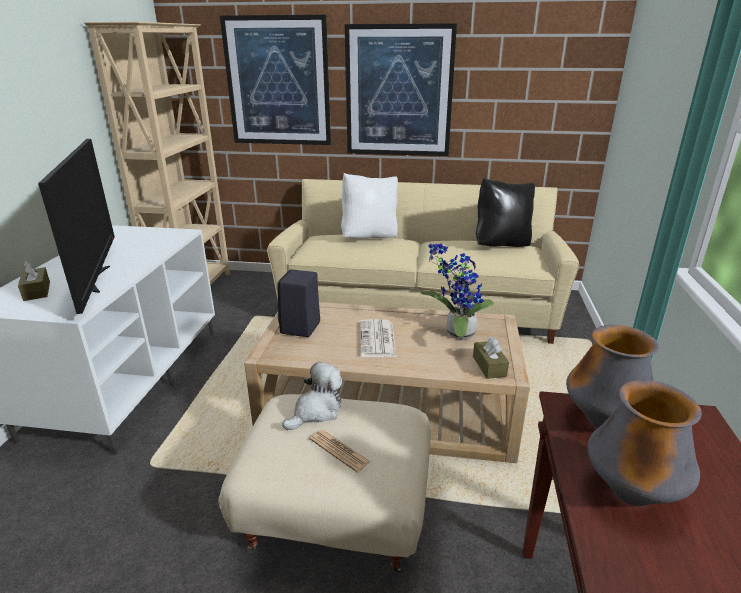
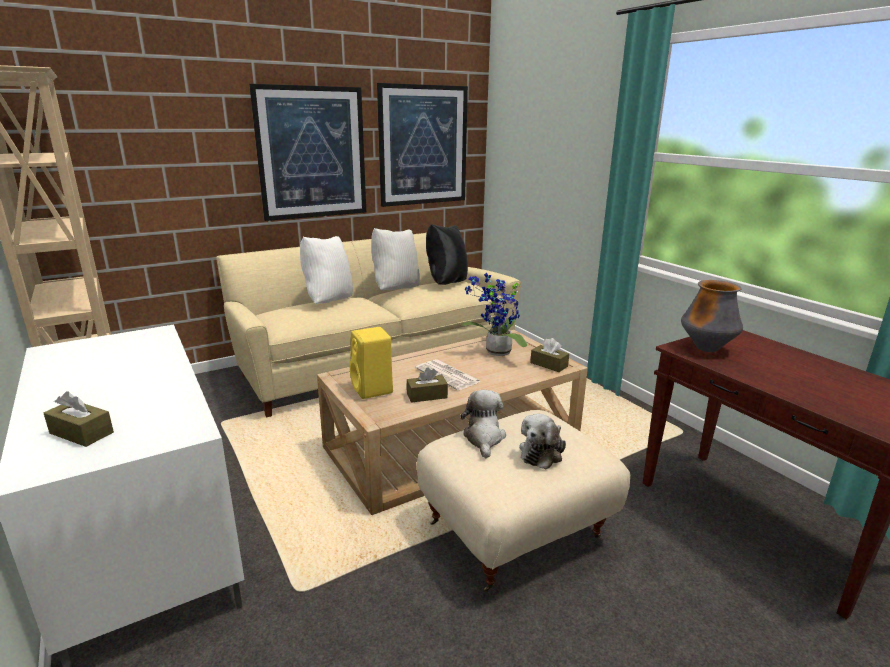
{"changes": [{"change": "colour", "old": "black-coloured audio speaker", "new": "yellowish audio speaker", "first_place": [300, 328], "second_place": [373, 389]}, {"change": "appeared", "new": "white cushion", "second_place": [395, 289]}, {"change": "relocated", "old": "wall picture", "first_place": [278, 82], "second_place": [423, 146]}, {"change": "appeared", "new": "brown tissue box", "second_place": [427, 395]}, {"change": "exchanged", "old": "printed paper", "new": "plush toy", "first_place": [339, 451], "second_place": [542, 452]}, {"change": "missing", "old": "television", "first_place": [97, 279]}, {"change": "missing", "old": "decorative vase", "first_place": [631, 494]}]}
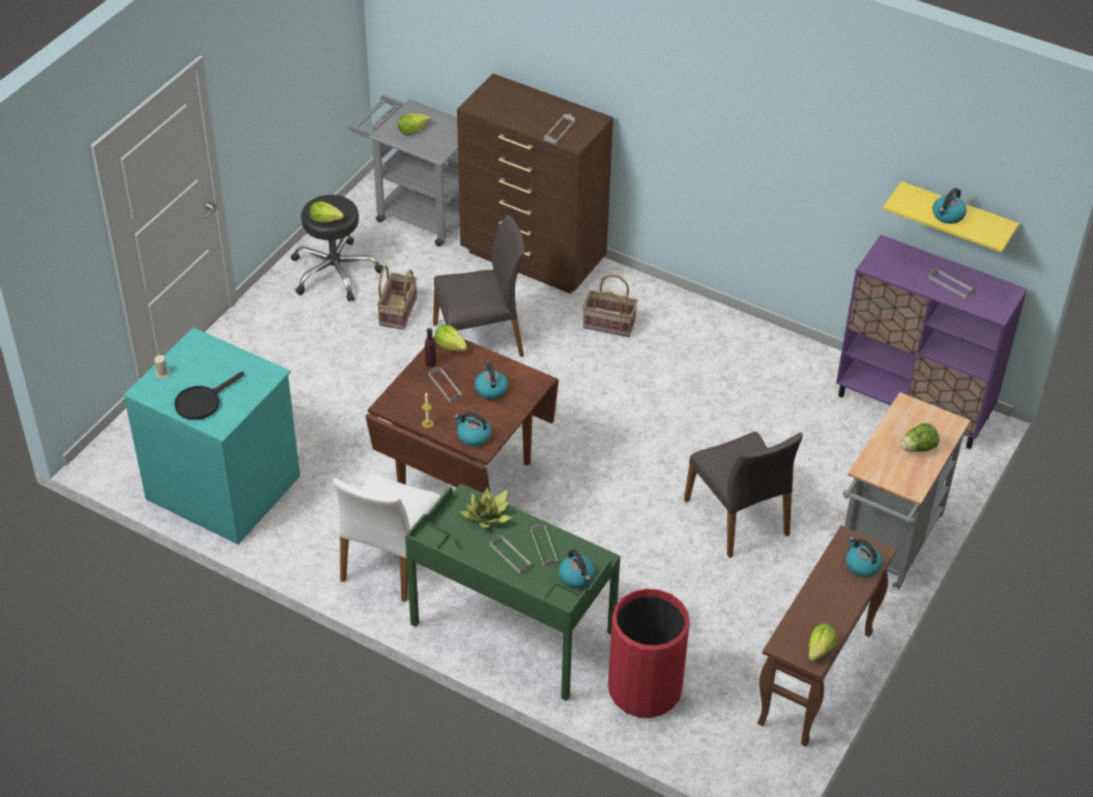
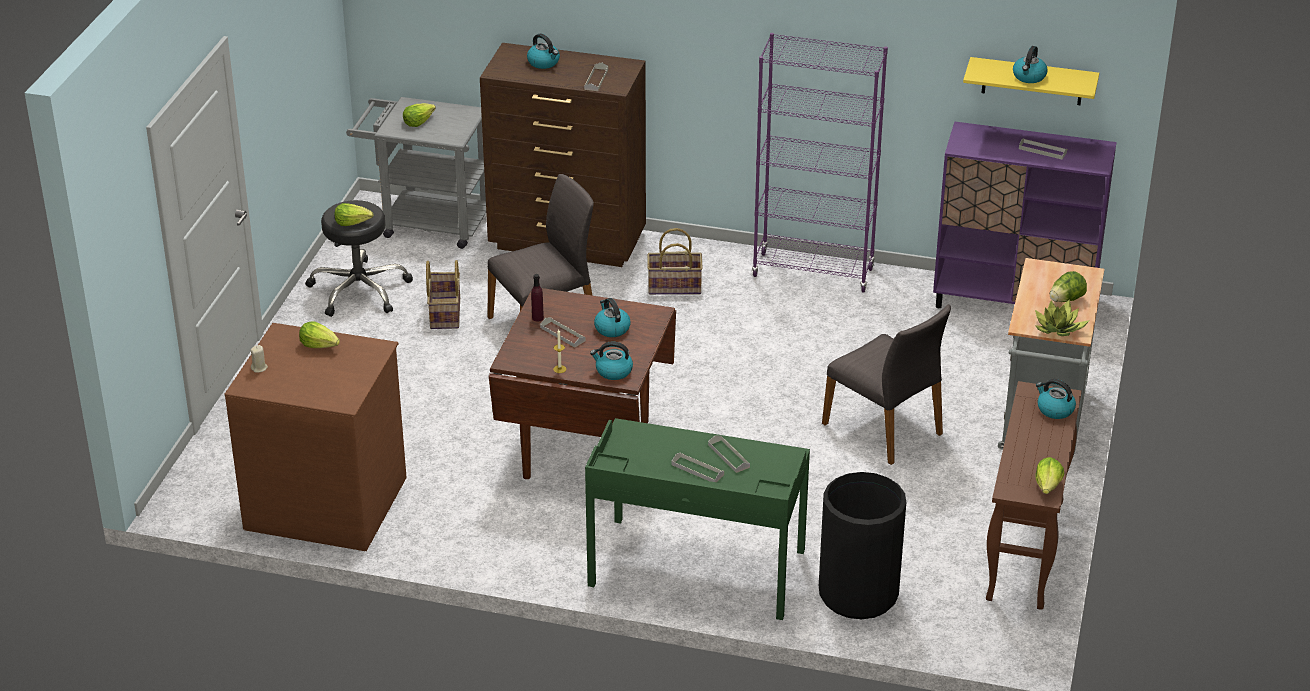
{"changes": [{"change": "colour", "old": "turquoise chest of drawers", "new": "brown chest of drawers", "first_place": [224, 486], "second_place": [327, 501]}, {"change": "relocated", "old": "lettuce", "first_place": [451, 345], "second_place": [319, 345]}, {"change": "relocated", "old": "tea kettle", "first_place": [577, 577], "second_place": [544, 62]}, {"change": "appeared", "new": "purple shelving unit", "second_place": [813, 272]}, {"change": "colour", "old": "reddish trash can", "new": "black-coloured trash can", "first_place": [644, 689], "second_place": [858, 594]}, {"change": "relocated", "old": "plant in a pot", "first_place": [487, 516], "second_place": [1058, 328]}, {"change": "missing", "old": "black-coloured pan", "first_place": [202, 401]}, {"change": "missing", "old": "white chair", "first_place": [390, 560]}]}
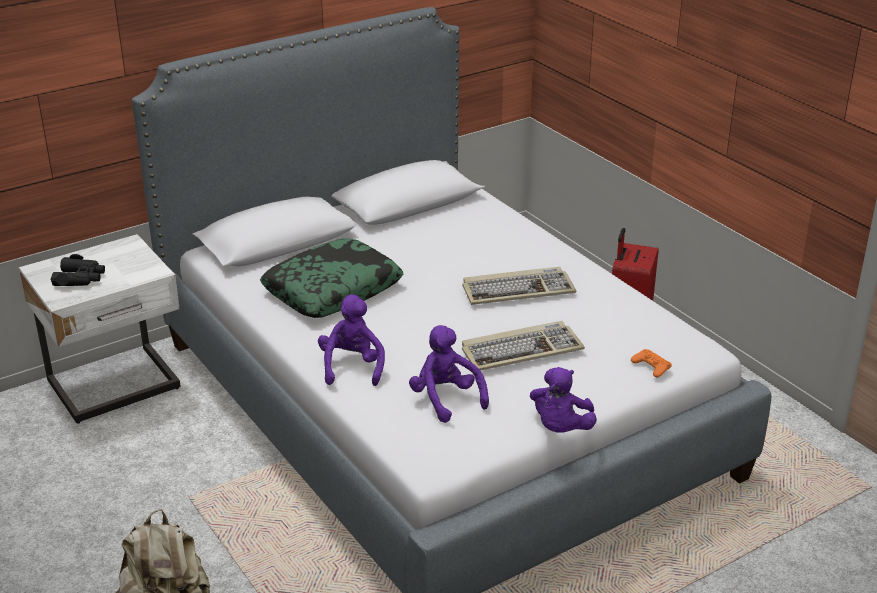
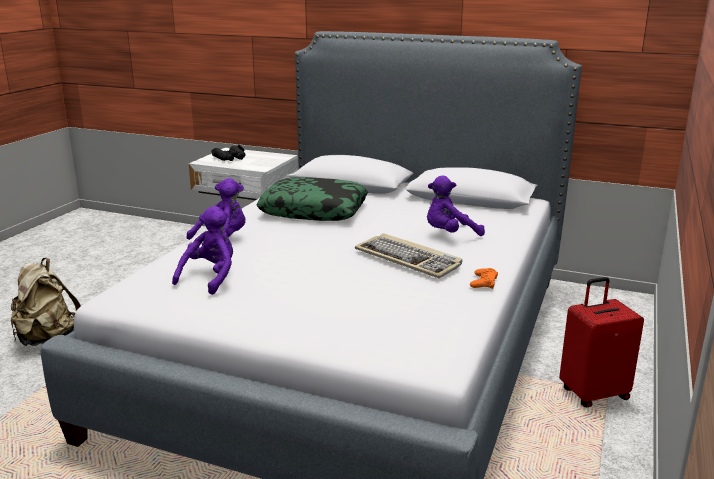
{"changes": [{"change": "relocated", "old": "purple plush toy", "first_place": [560, 428], "second_place": [449, 234]}, {"change": "relocated", "old": "orange joypad", "first_place": [651, 366], "second_place": [483, 282]}, {"change": "missing", "old": "keyboard", "first_place": [521, 350]}]}
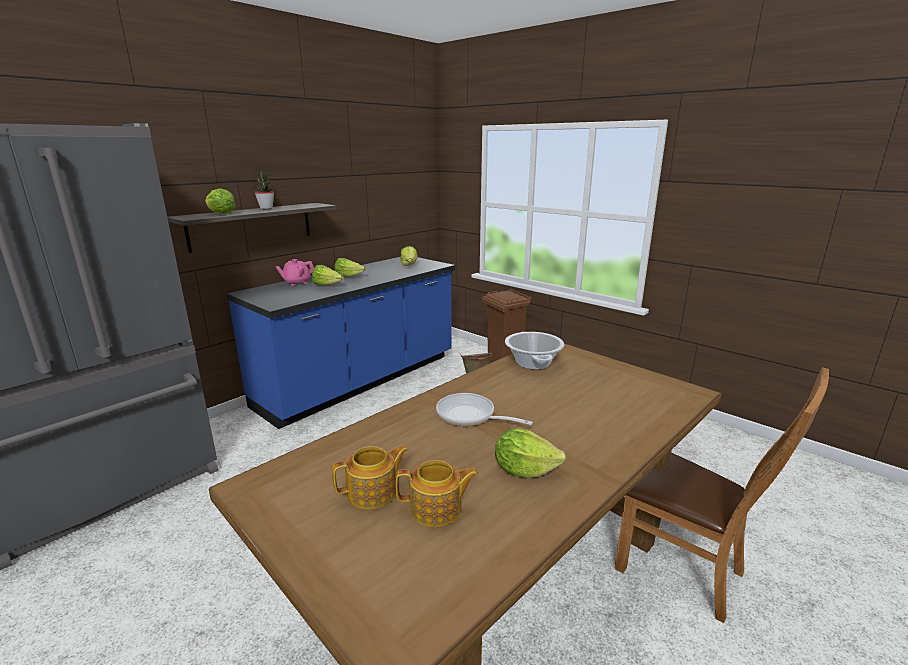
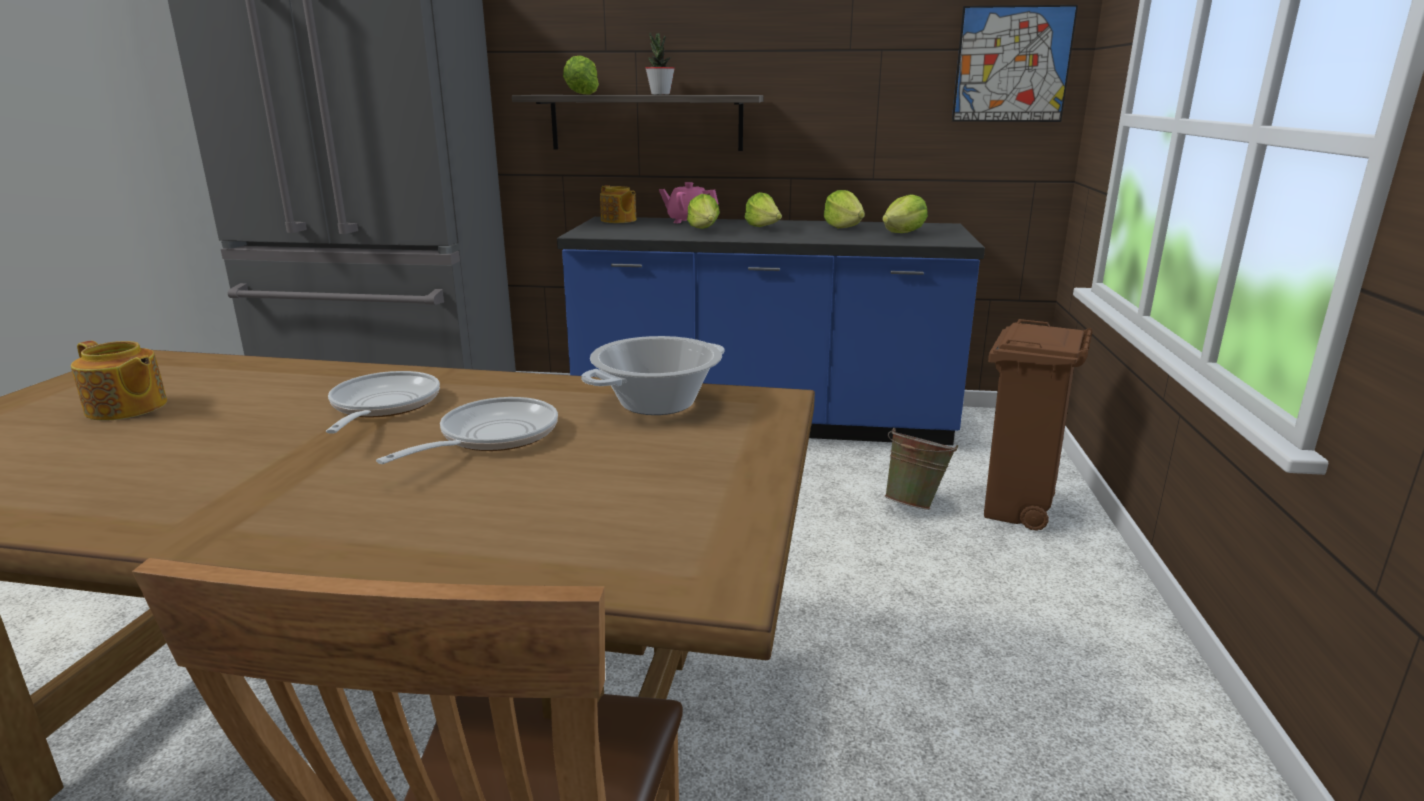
{"changes": [{"change": "appeared", "new": "pan", "second_place": [491, 437]}, {"change": "relocated", "old": "teapot", "first_place": [437, 509], "second_place": [618, 220]}, {"change": "relocated", "old": "lettuce", "first_place": [524, 470], "second_place": [843, 227]}, {"change": "appeared", "new": "wall picture", "second_place": [1012, 64]}]}
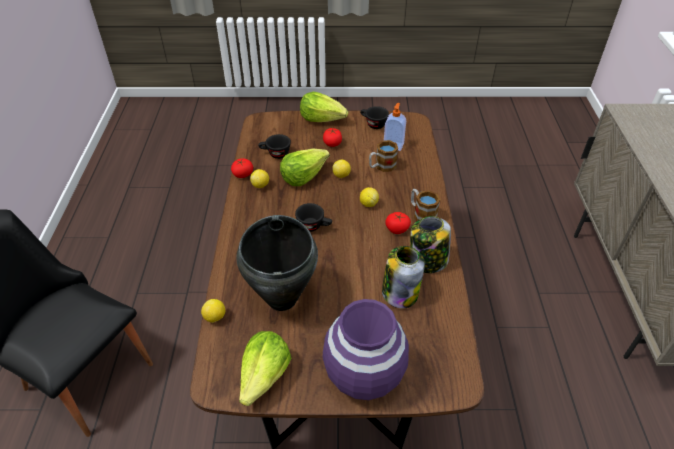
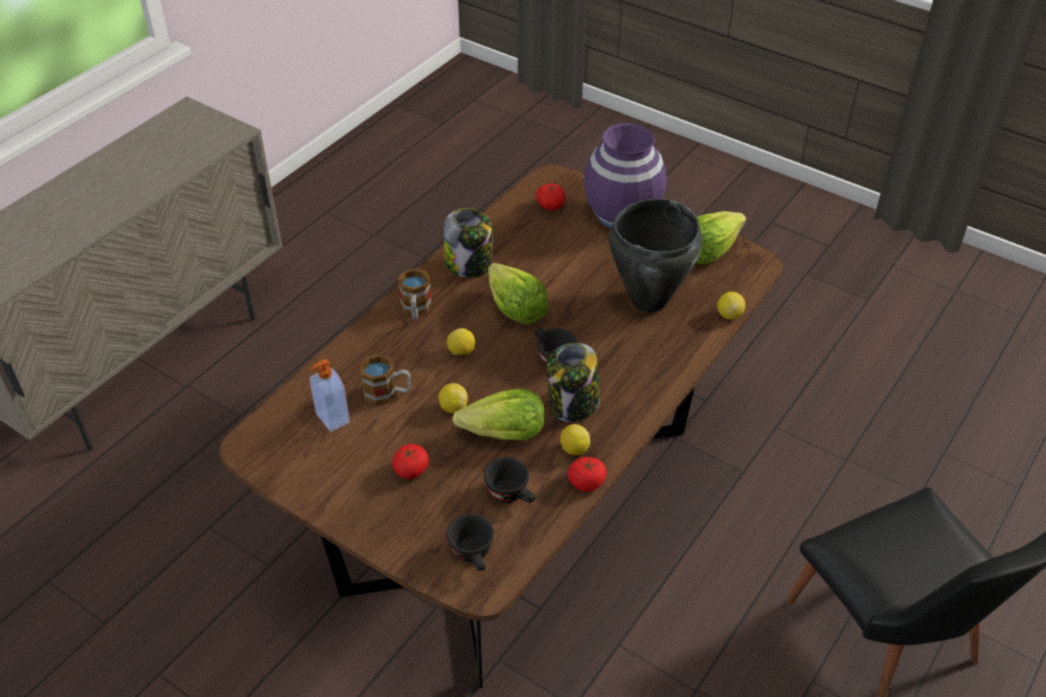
{"changes": [{"change": "relocated", "old": "black-coloured cup", "first_place": [373, 124], "second_place": [474, 555]}, {"change": "relocated", "old": "lettuce", "first_place": [322, 119], "second_place": [515, 309]}, {"change": "relocated", "old": "fresh tomato", "first_place": [397, 229], "second_place": [550, 205]}, {"change": "relocated", "old": "storage jar", "first_place": [400, 292], "second_place": [573, 404]}]}
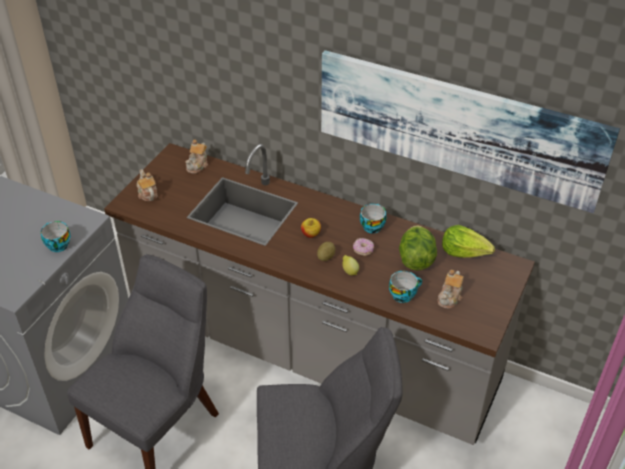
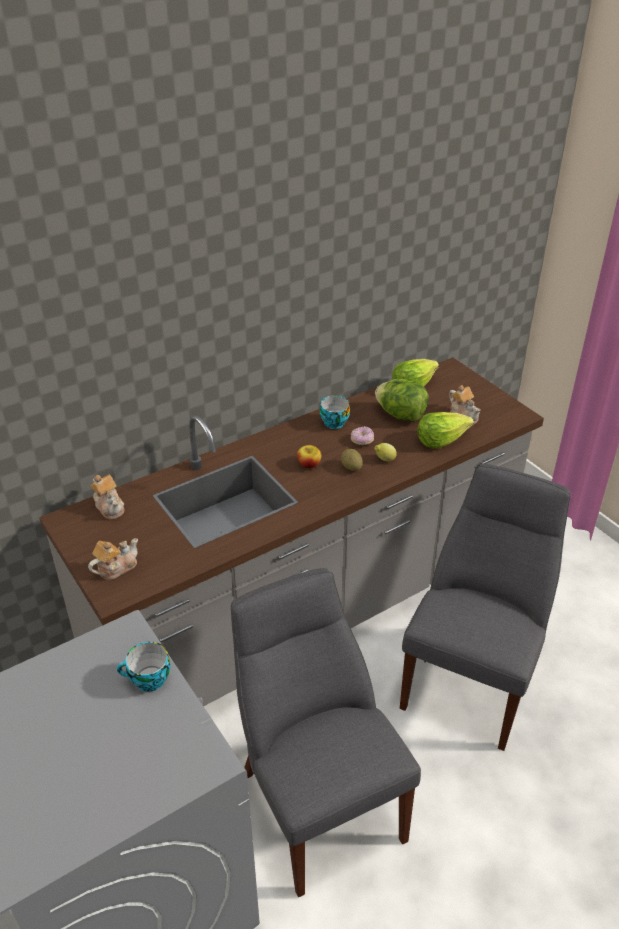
{"changes": [{"change": "spun", "old": "teapot", "first_place": [147, 193], "second_place": [116, 567], "degrees": 135}, {"change": "exchanged", "old": "cup", "new": "lettuce", "first_place": [403, 294], "second_place": [441, 440]}, {"change": "missing", "old": "wall picture", "first_place": [457, 128]}]}
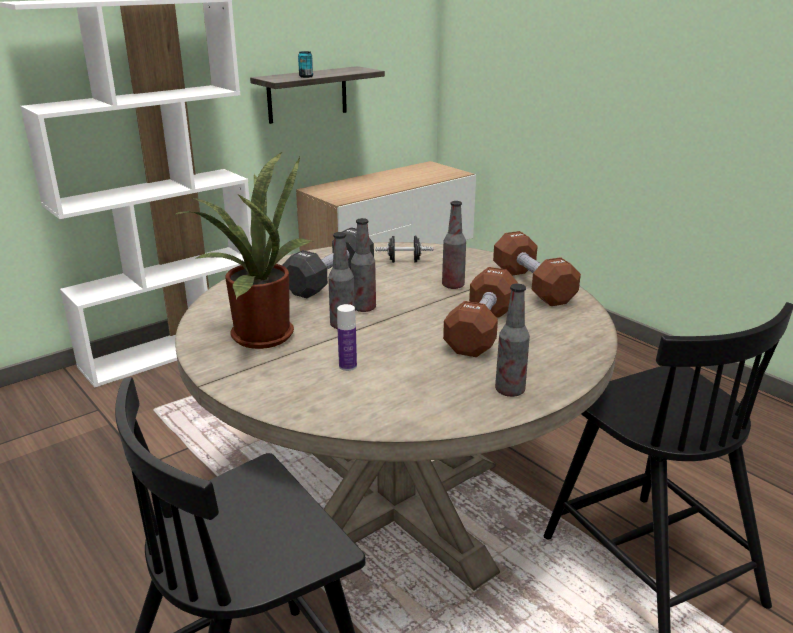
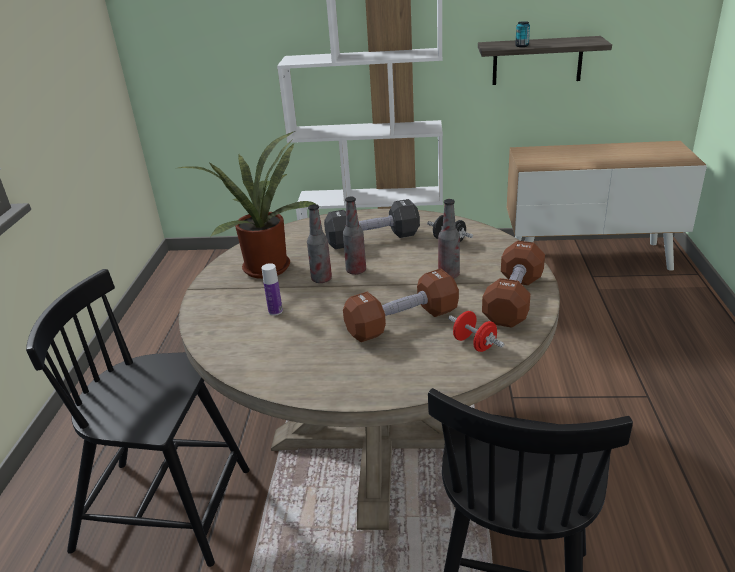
{"changes": [{"change": "appeared", "new": "reddish hand weight", "second_place": [474, 344]}, {"change": "missing", "old": "beverage bottle", "first_place": [509, 391]}]}
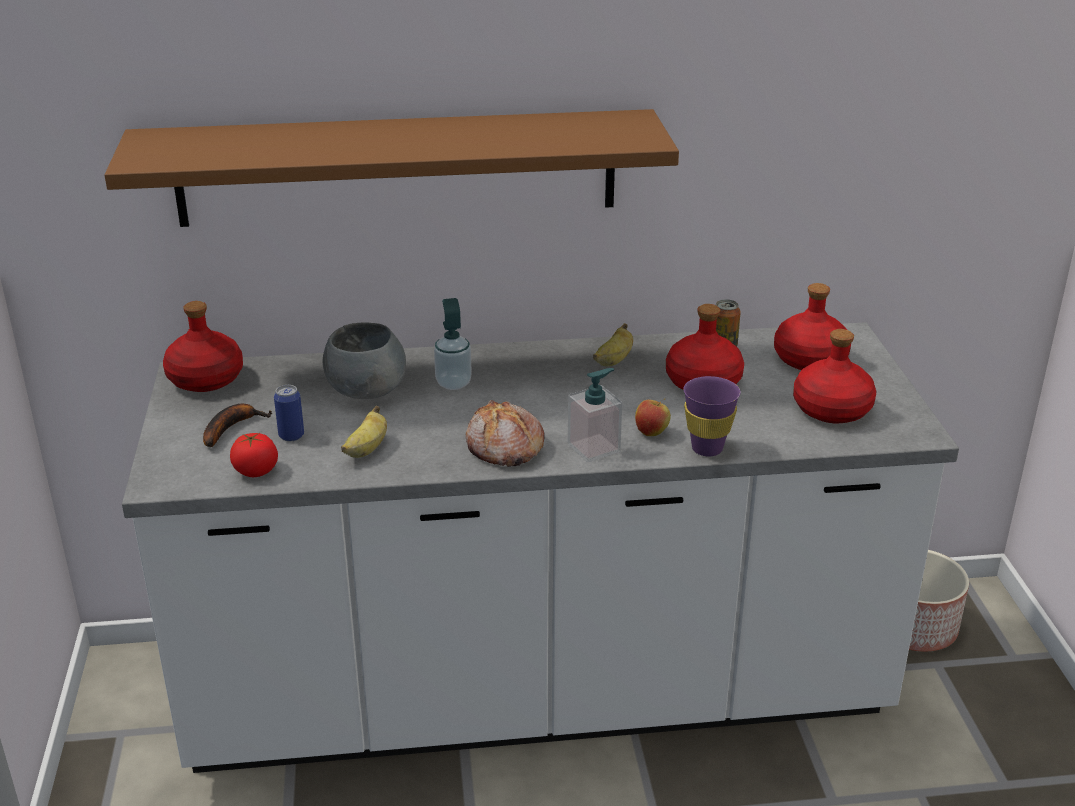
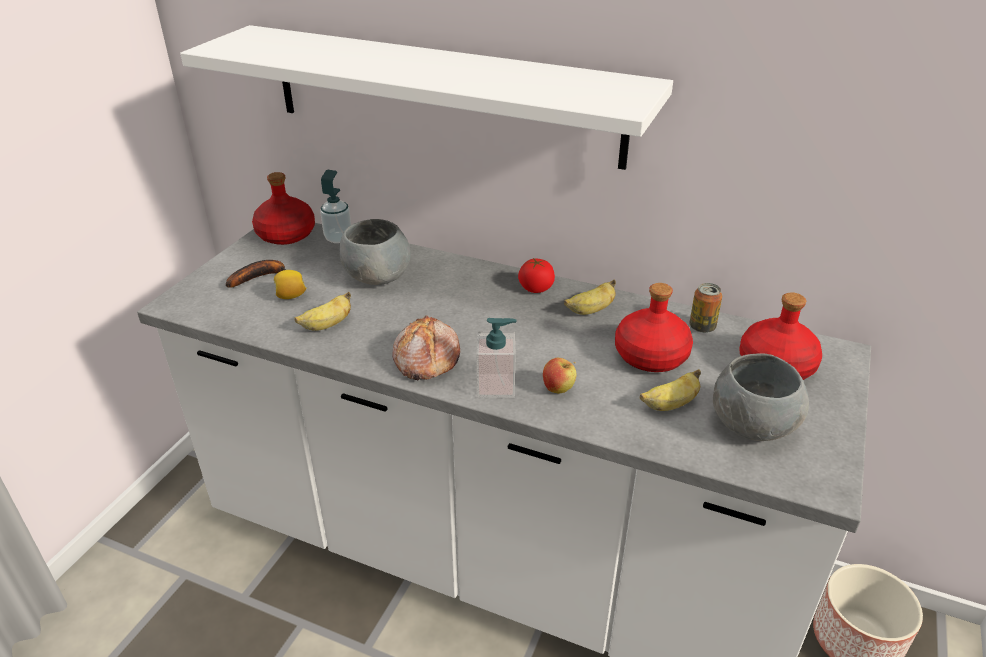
{"changes": [{"change": "colour", "old": "brown bracket shelf", "new": "white bracket shelf", "first_place": [397, 168], "second_place": [442, 95]}, {"change": "exchanged", "old": "sealed can", "new": "lemon", "first_place": [291, 436], "second_place": [291, 296]}, {"change": "relocated", "old": "soap dispenser", "first_place": [453, 383], "second_place": [338, 238]}, {"change": "relocated", "old": "fresh tomato", "first_place": [256, 470], "second_place": [536, 288]}, {"change": "appeared", "new": "banana fruit", "second_place": [670, 405]}, {"change": "exchanged", "old": "reddish beverage bottle", "new": "gray deep dish", "first_place": [830, 409], "second_place": [751, 425]}, {"change": "missing", "old": "purple cup", "first_place": [707, 449]}]}
